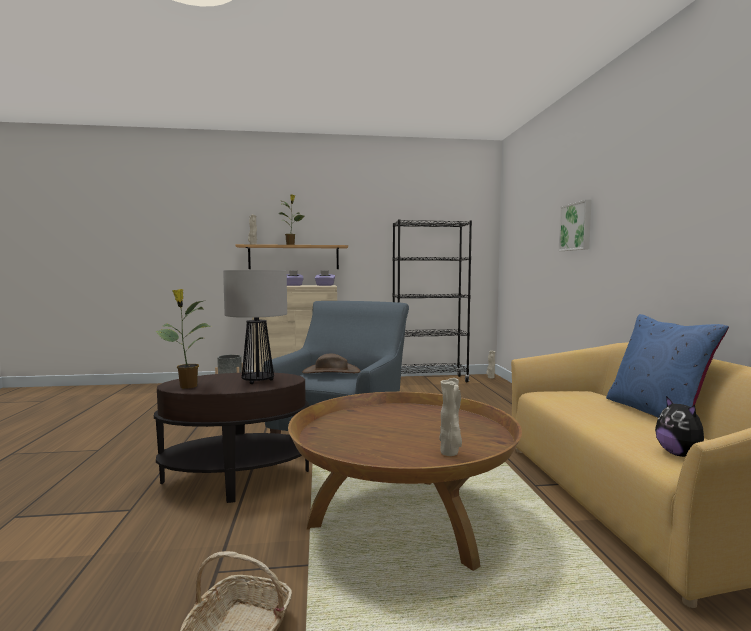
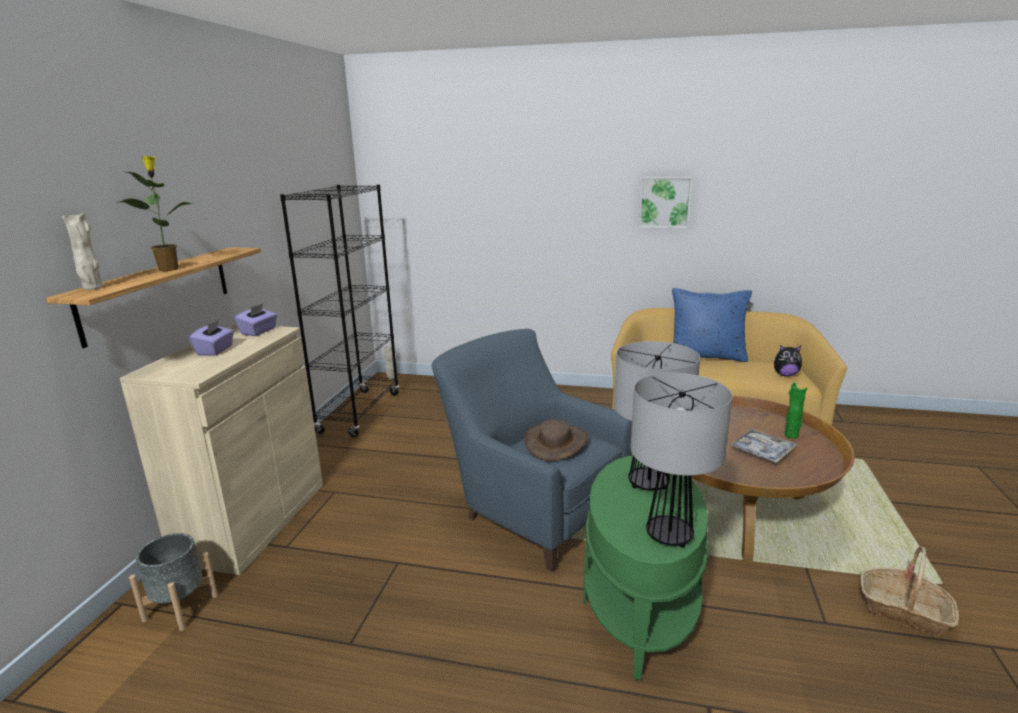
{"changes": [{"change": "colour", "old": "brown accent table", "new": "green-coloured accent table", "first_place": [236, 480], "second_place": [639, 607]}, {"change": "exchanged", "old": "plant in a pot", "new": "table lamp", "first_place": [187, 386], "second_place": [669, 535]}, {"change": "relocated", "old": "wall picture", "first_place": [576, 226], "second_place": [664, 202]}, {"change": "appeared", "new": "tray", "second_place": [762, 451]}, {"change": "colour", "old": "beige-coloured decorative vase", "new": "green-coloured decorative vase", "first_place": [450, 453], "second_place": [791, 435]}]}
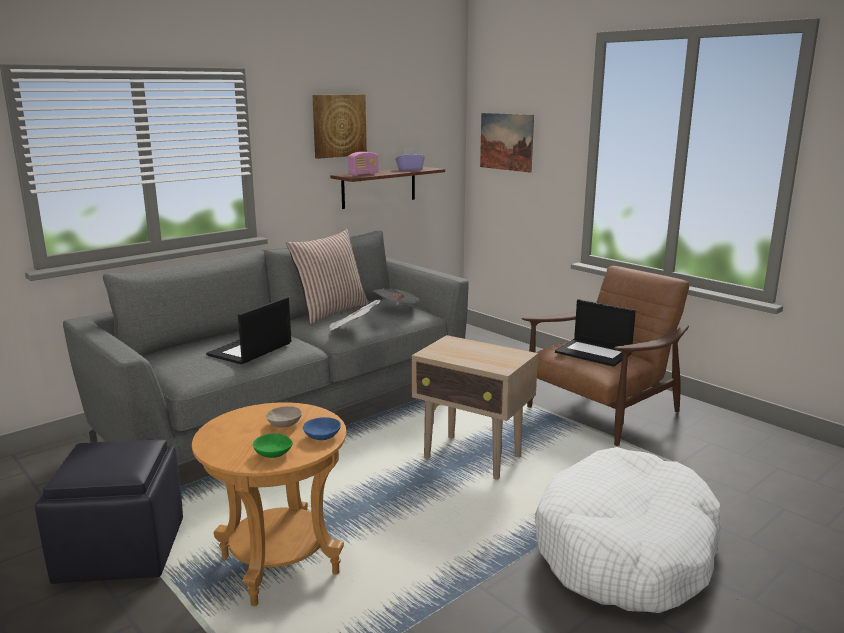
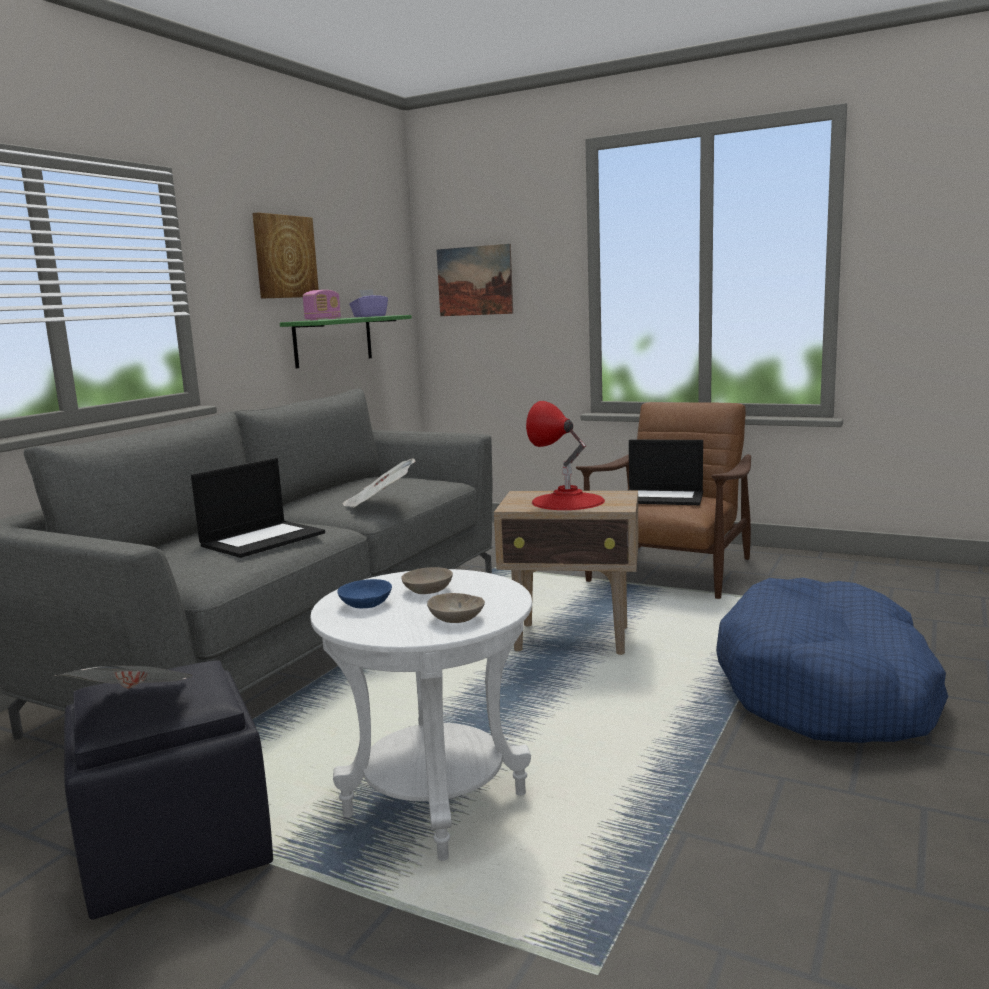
{"changes": [{"change": "relocated", "old": "printed paper", "first_place": [398, 309], "second_place": [137, 707]}, {"change": "spun", "old": "laptop", "first_place": [250, 350], "second_place": [263, 539], "degrees": -150}, {"change": "colour", "old": "brown bracket shelf", "new": "green-coloured bracket shelf", "first_place": [379, 187], "second_place": [333, 341]}, {"change": "colour", "old": "brown accent table", "new": "white accent table", "first_place": [280, 564], "second_place": [435, 804]}, {"change": "relocated", "old": "blue deep dish", "first_place": [322, 435], "second_place": [365, 604]}, {"change": "colour", "old": "green-coloured deep dish", "new": "beige-coloured deep dish", "first_place": [272, 453], "second_place": [454, 619]}, {"change": "appeared", "new": "reddish table lamp", "second_place": [567, 501]}, {"change": "colour", "old": "white dog cushion", "new": "blue dog cushion", "first_place": [625, 550], "second_place": [827, 690]}, {"change": "missing", "old": "cushion", "first_place": [331, 311]}]}
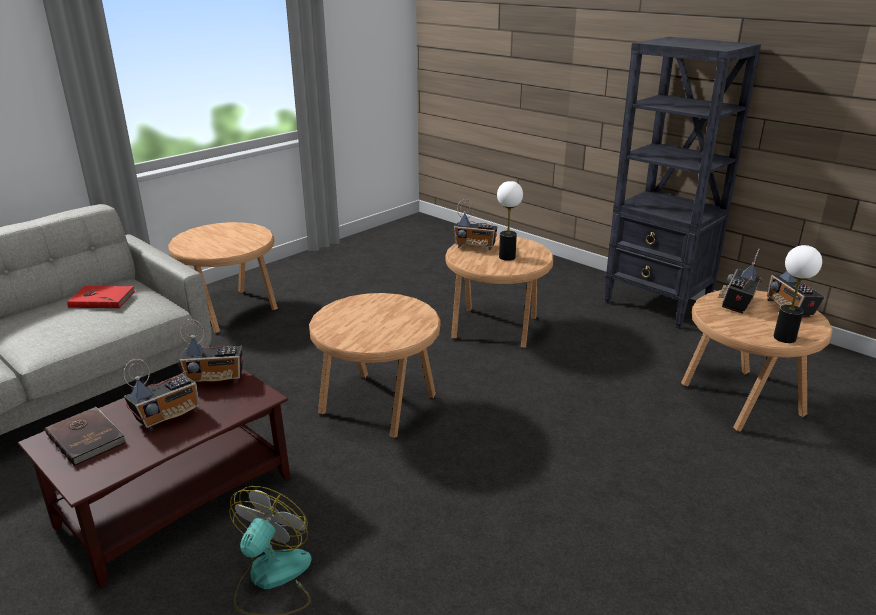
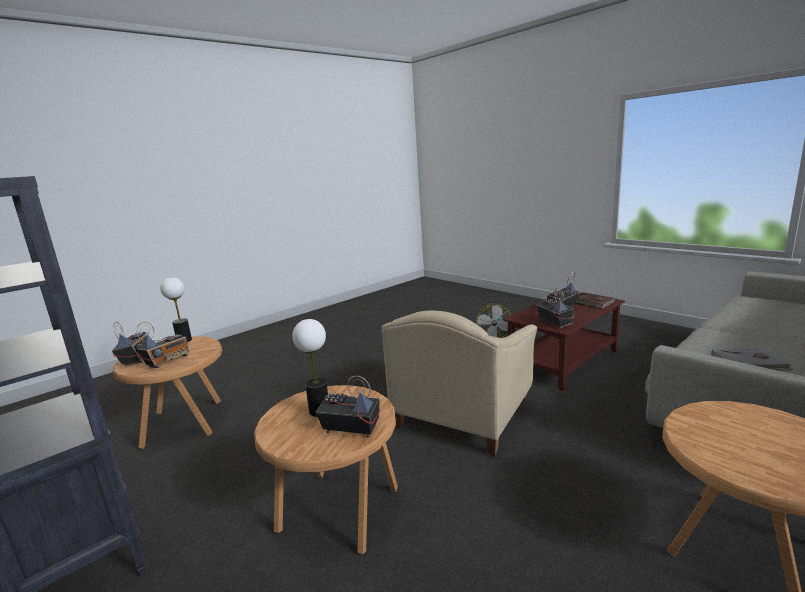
{"changes": [{"change": "exchanged", "old": "brown accent table", "new": "beige-coloured lounge chair", "first_place": [379, 406], "second_place": [464, 412]}, {"change": "spun", "old": "radio set", "first_place": [216, 379], "second_place": [554, 323], "degrees": 75}, {"change": "colour", "old": "reddish book", "new": "gray book", "first_place": [102, 299], "second_place": [750, 363]}]}
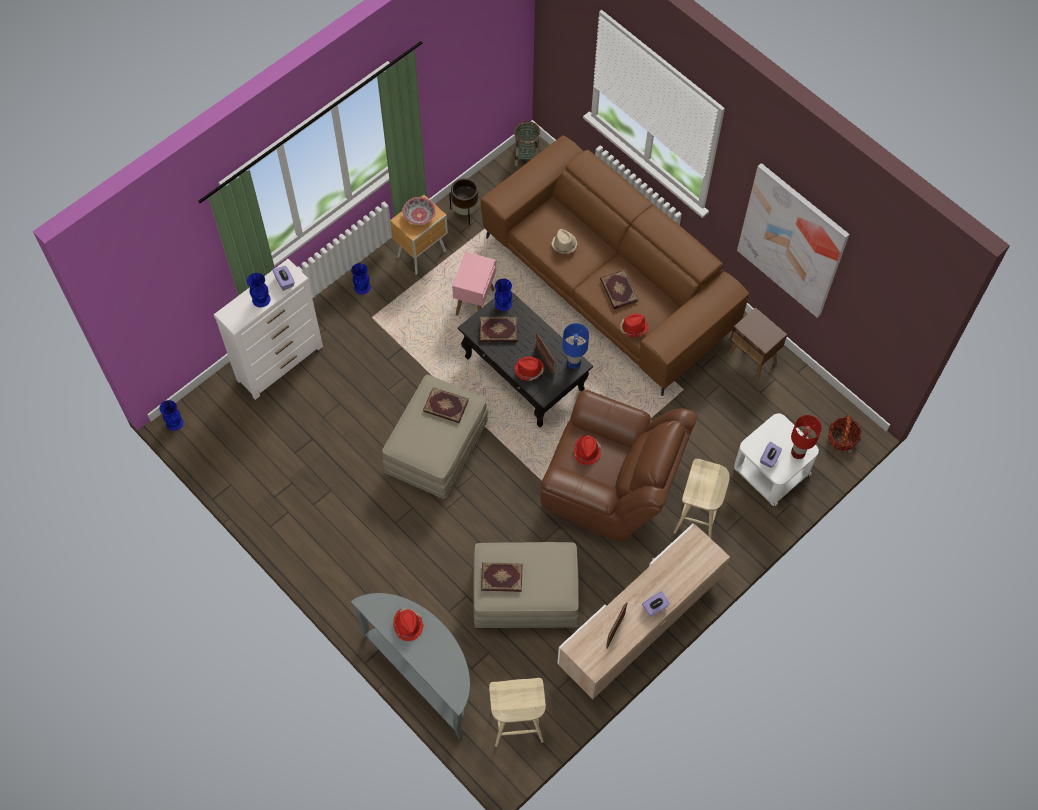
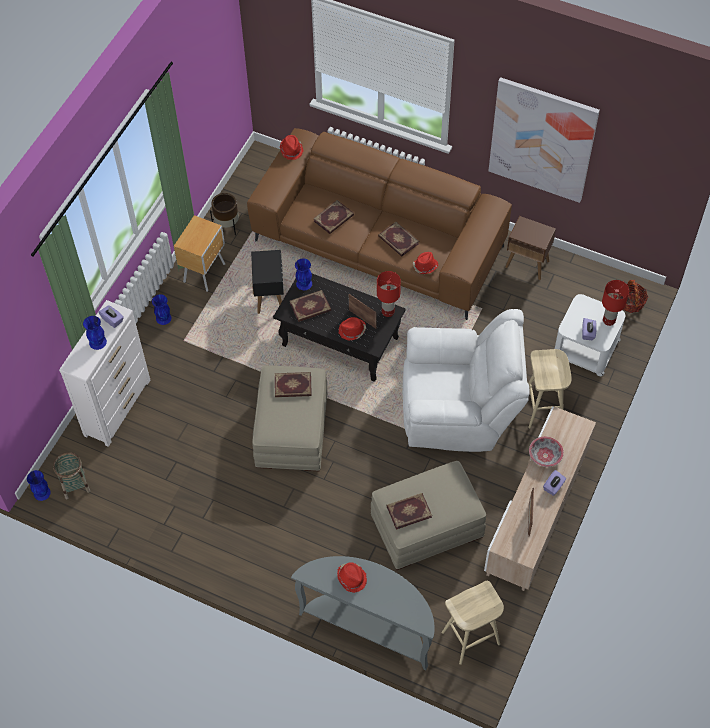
{"changes": [{"change": "relocated", "old": "basket", "first_place": [527, 156], "second_place": [75, 485]}, {"change": "colour", "old": "pinkish accent table", "new": "black-coloured accent table", "first_place": [475, 303], "second_place": [270, 298]}, {"change": "relocated", "old": "reddish hat", "first_place": [587, 451], "second_place": [291, 150]}, {"change": "exchanged", "old": "beige-coloured hat", "new": "book", "first_place": [564, 244], "second_place": [334, 218]}, {"change": "colour", "old": "blue table lamp", "new": "reddish table lamp", "first_place": [573, 362], "second_place": [387, 311]}, {"change": "colour", "old": "brown lounge chair", "new": "white lounge chair", "first_place": [611, 488], "second_place": [459, 410]}, {"change": "relocated", "old": "deep dish", "first_place": [419, 215], "second_place": [545, 455]}]}
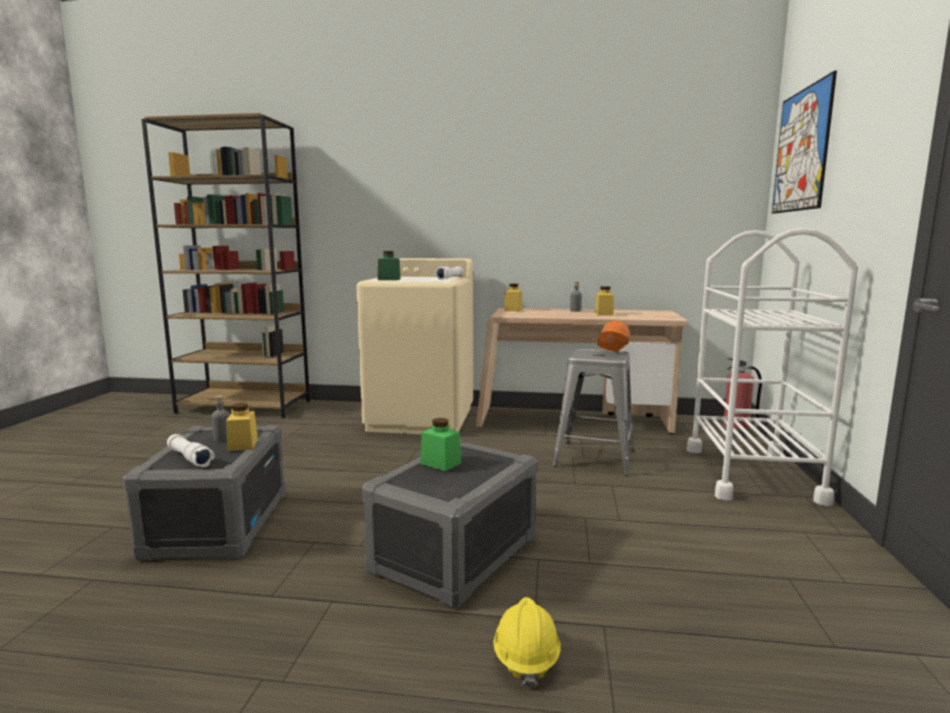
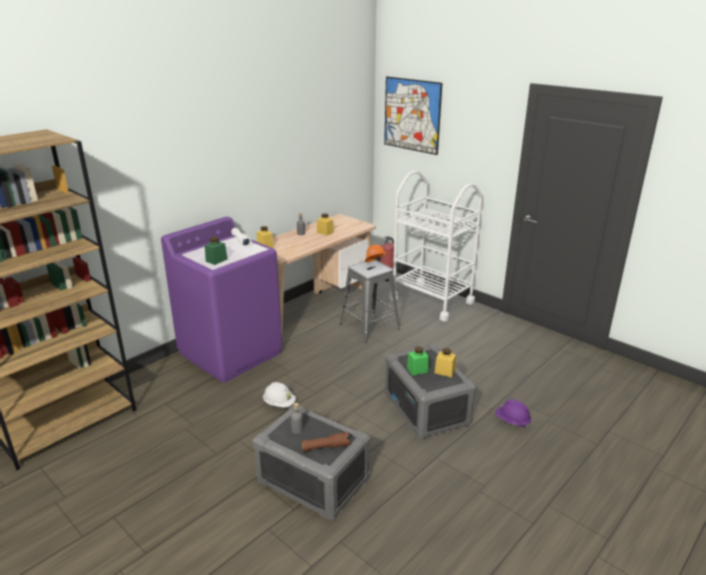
{"changes": [{"change": "colour", "old": "beige-coloured laundry appliance", "new": "purple laundry appliance", "first_place": [421, 419], "second_place": [231, 353]}, {"change": "appeared", "new": "white work helmet", "second_place": [279, 403]}, {"change": "colour", "old": "white flashlight", "new": "brown flashlight", "first_place": [190, 458], "second_place": [325, 447]}, {"change": "relocated", "old": "yellowish storage jar", "first_place": [243, 445], "second_place": [445, 371]}, {"change": "colour", "old": "yellowish work helmet", "new": "purple work helmet", "first_place": [526, 658], "second_place": [512, 421]}]}
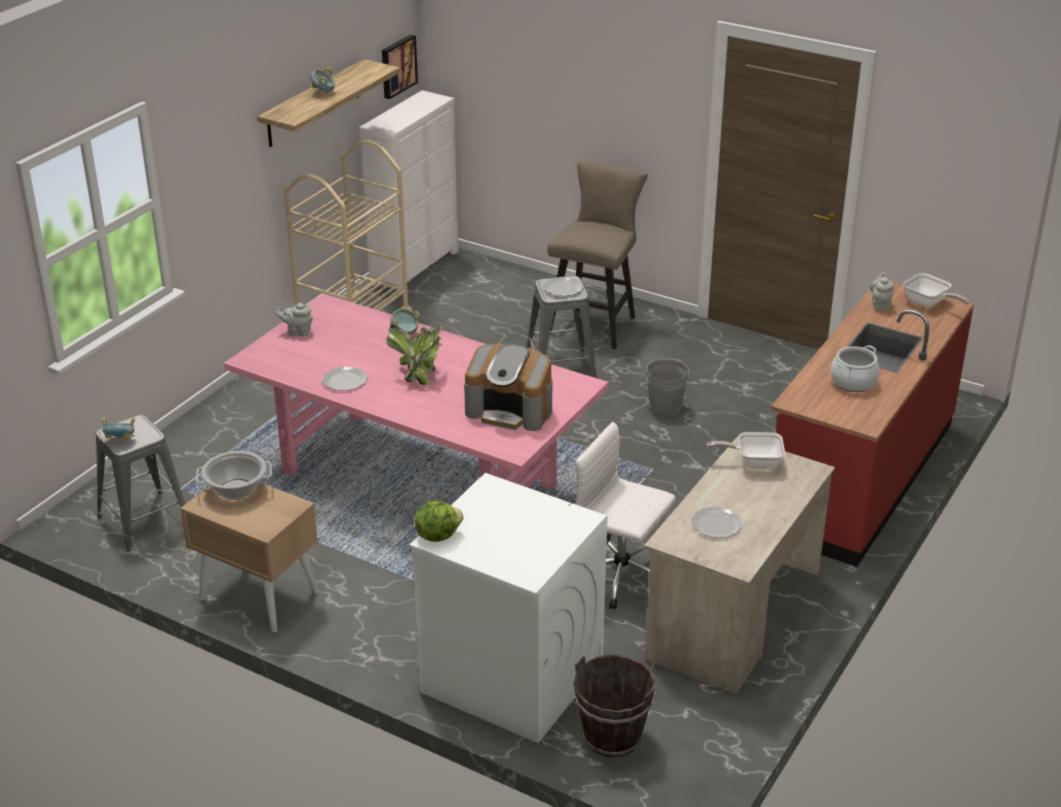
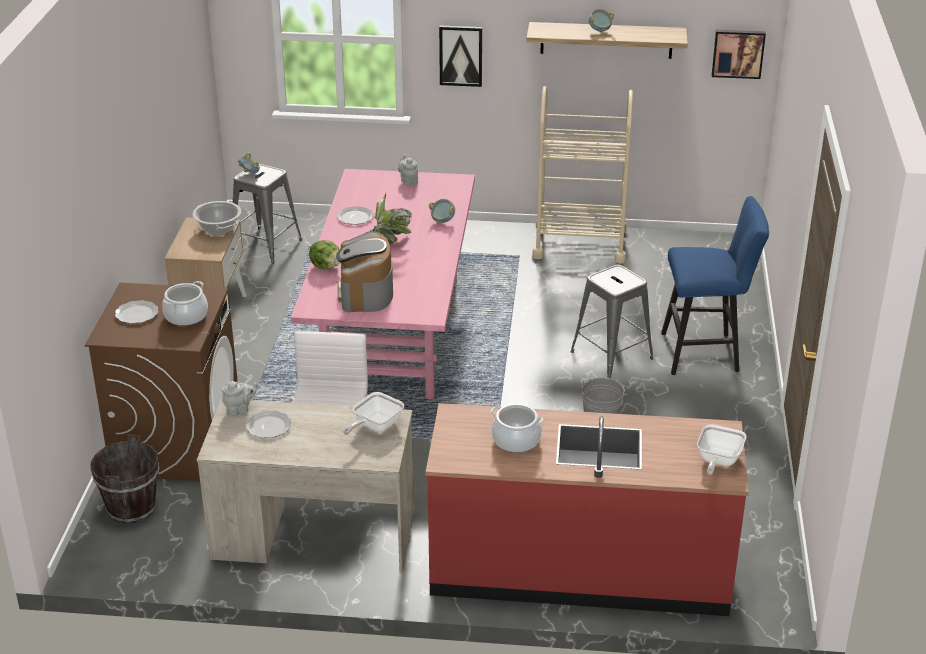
{"changes": [{"change": "colour", "old": "white laundry appliance", "new": "brown laundry appliance", "first_place": [510, 677], "second_place": [177, 443]}, {"change": "relocated", "old": "dinner plate", "first_place": [563, 288], "second_place": [136, 314]}, {"change": "appeared", "new": "stockpot", "second_place": [186, 316]}, {"change": "relocated", "old": "gray teapot", "first_place": [880, 304], "second_place": [240, 409]}, {"change": "relocated", "old": "lettuce", "first_place": [437, 535], "second_place": [326, 266]}, {"change": "spun", "old": "pan", "first_place": [753, 462], "second_place": [375, 426], "degrees": -120}, {"change": "appeared", "new": "wall picture", "second_place": [461, 55]}, {"change": "colour", "old": "beige-coloured stool seat", "new": "blue stool seat", "first_place": [595, 323], "second_place": [706, 353]}, {"change": "missing", "old": "white chest of drawers", "first_place": [416, 267]}]}
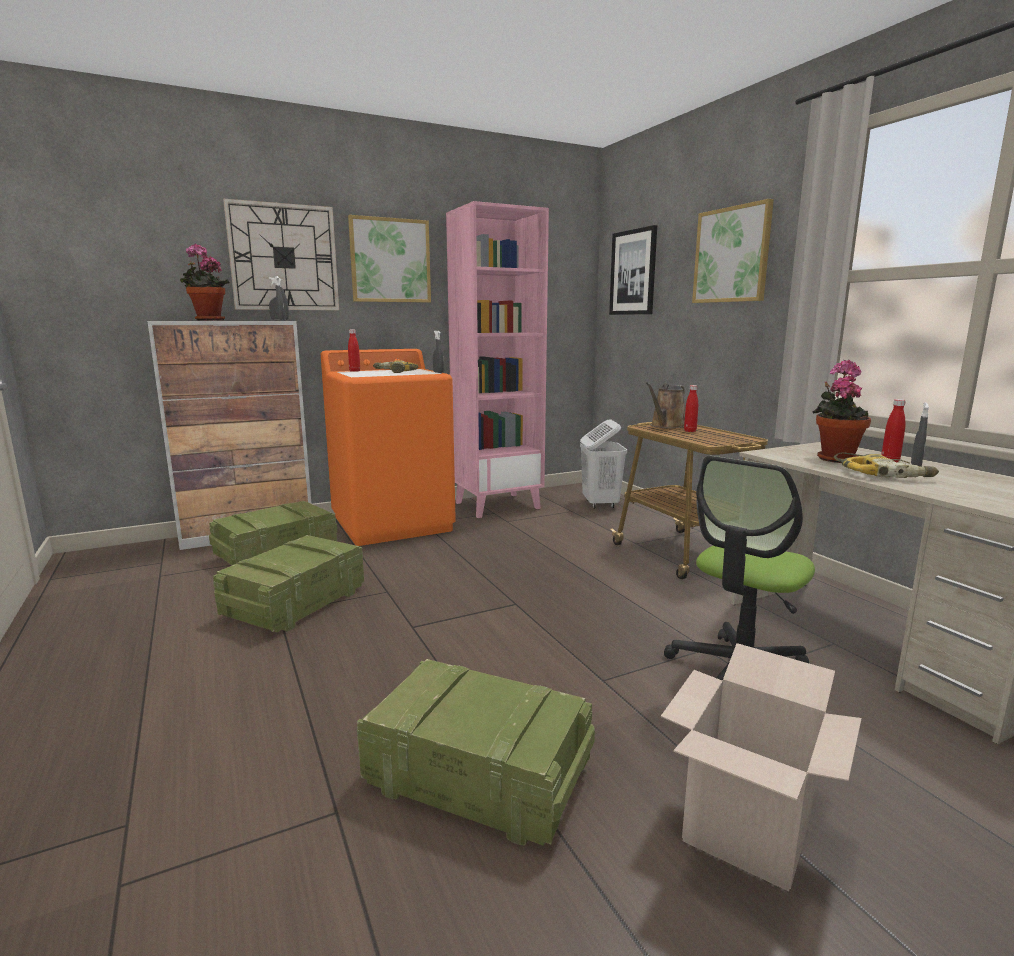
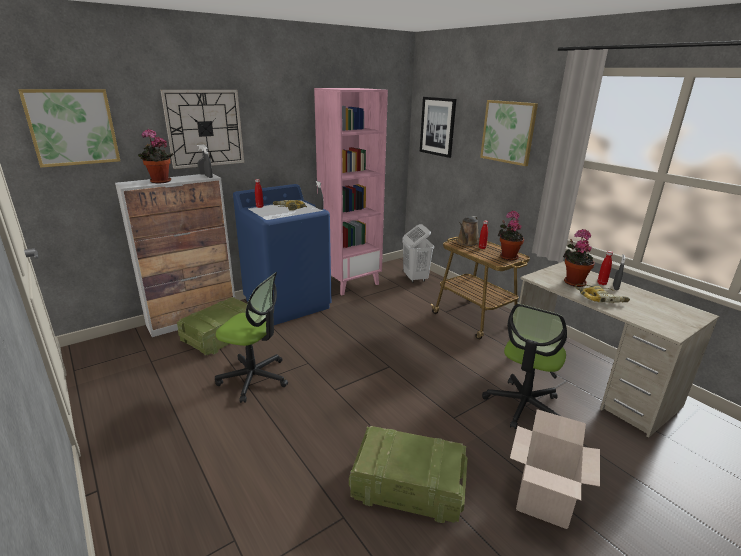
{"changes": [{"change": "relocated", "old": "wall picture", "first_place": [390, 260], "second_place": [72, 127]}, {"change": "exchanged", "old": "shipping crate", "new": "computer chair", "first_place": [294, 604], "second_place": [254, 378]}, {"change": "colour", "old": "orange laundry appliance", "new": "blue laundry appliance", "first_place": [393, 523], "second_place": [288, 303]}, {"change": "appeared", "new": "plant in a pot", "second_place": [507, 256]}]}
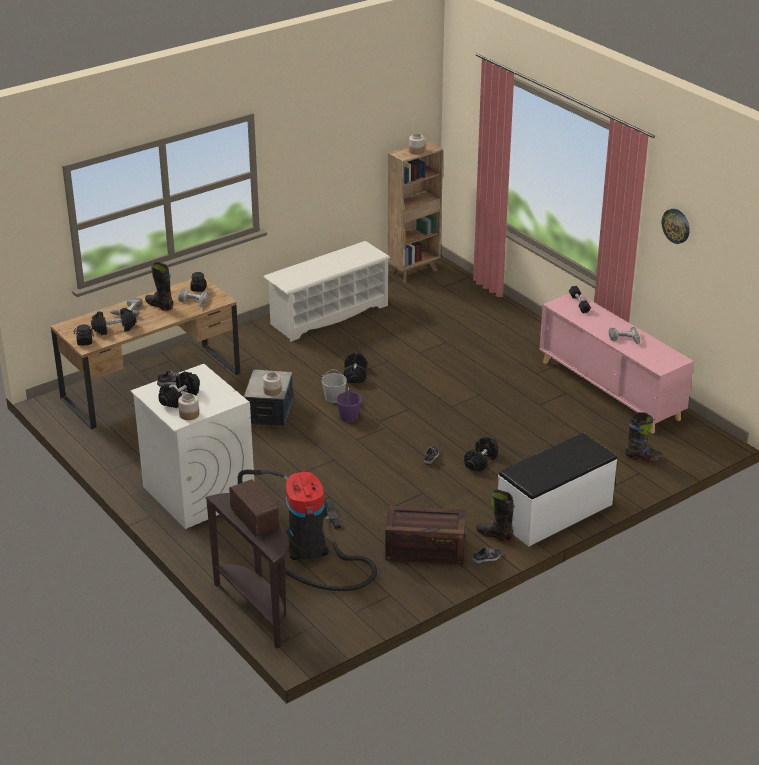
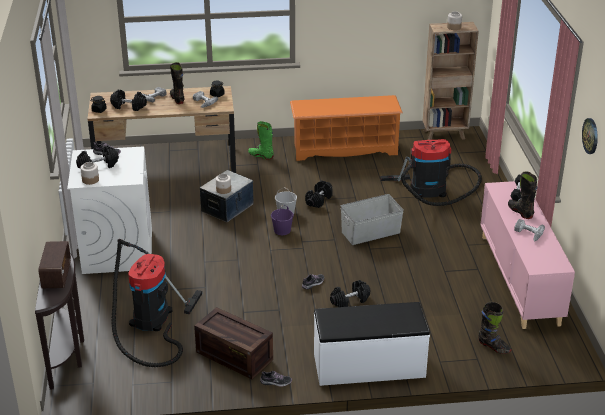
{"changes": [{"change": "appeared", "new": "green-coloured tall boot", "second_place": [261, 155]}, {"change": "colour", "old": "white shoe stand", "new": "orange shoe stand", "first_place": [329, 315], "second_place": [345, 149]}, {"change": "appeared", "new": "gray storage box", "second_place": [371, 232]}, {"change": "appeared", "new": "vacuum", "second_place": [432, 190]}, {"change": "relocated", "old": "black-coloured tall boot", "first_place": [494, 535], "second_place": [520, 212]}]}
